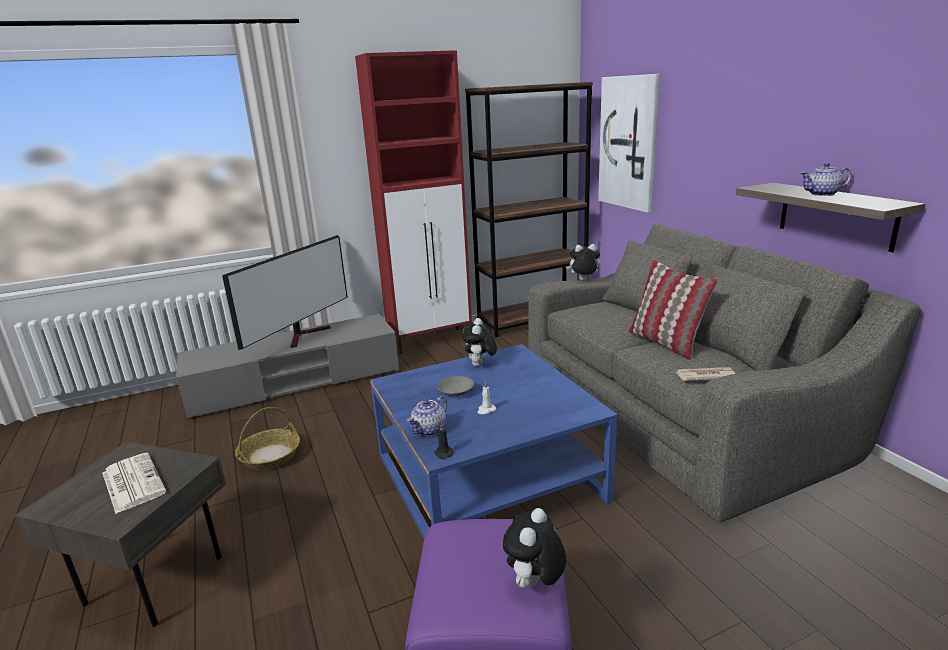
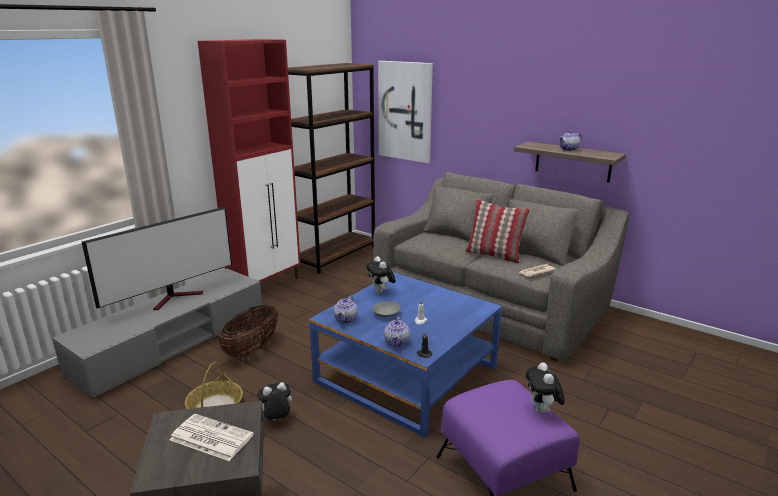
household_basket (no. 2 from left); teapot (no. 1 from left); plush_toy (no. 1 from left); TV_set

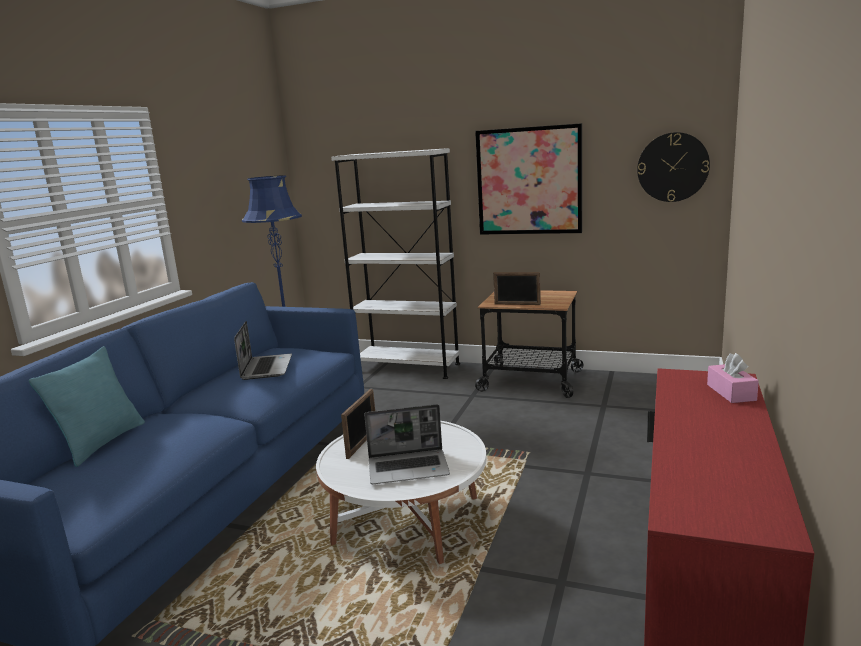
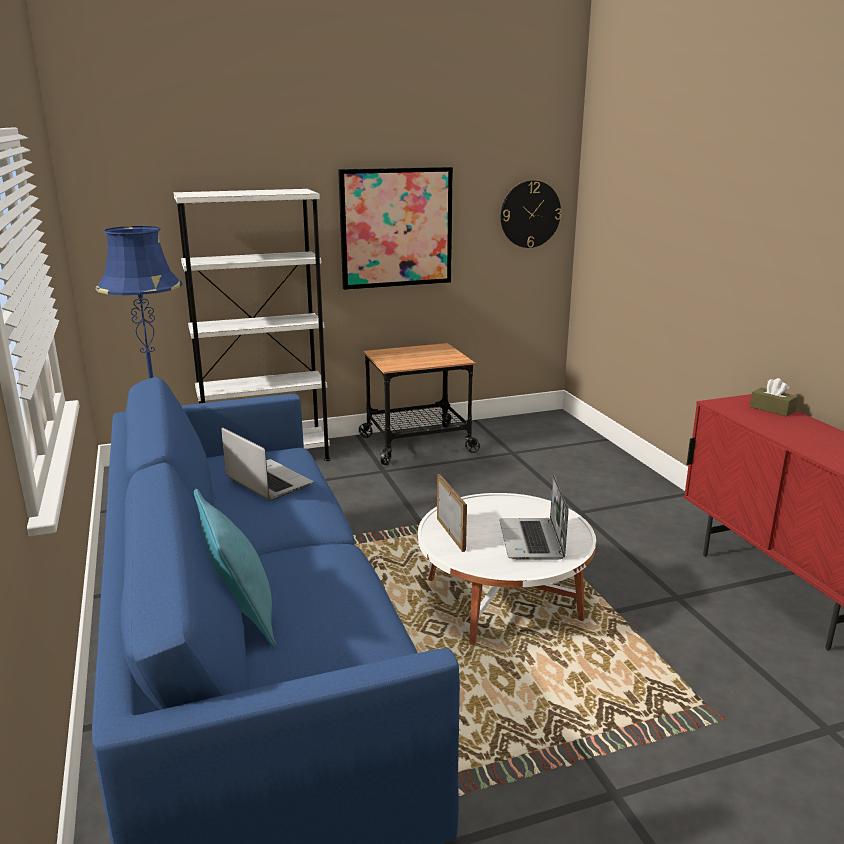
picture_frame (no. 2 from left in the first image); brownish_box_of_tissues; laptop (no. 2 from left)

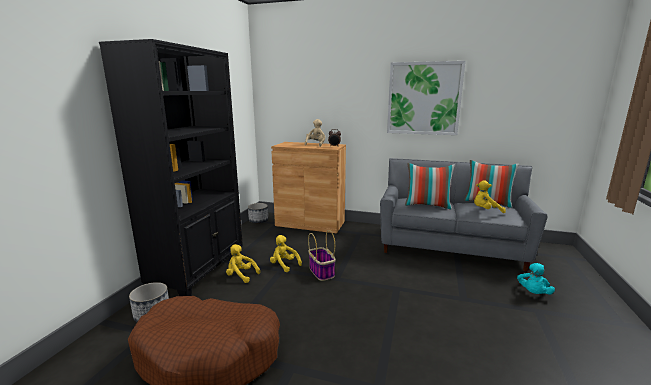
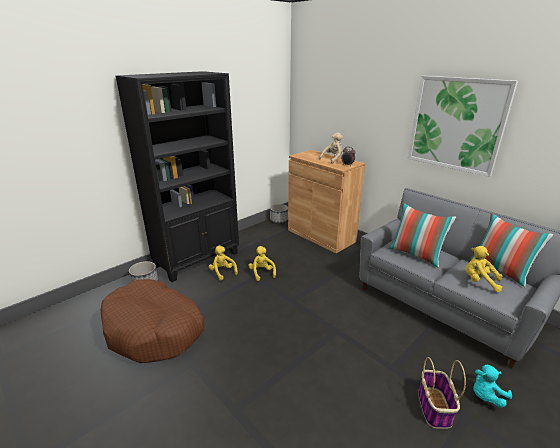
household_basket

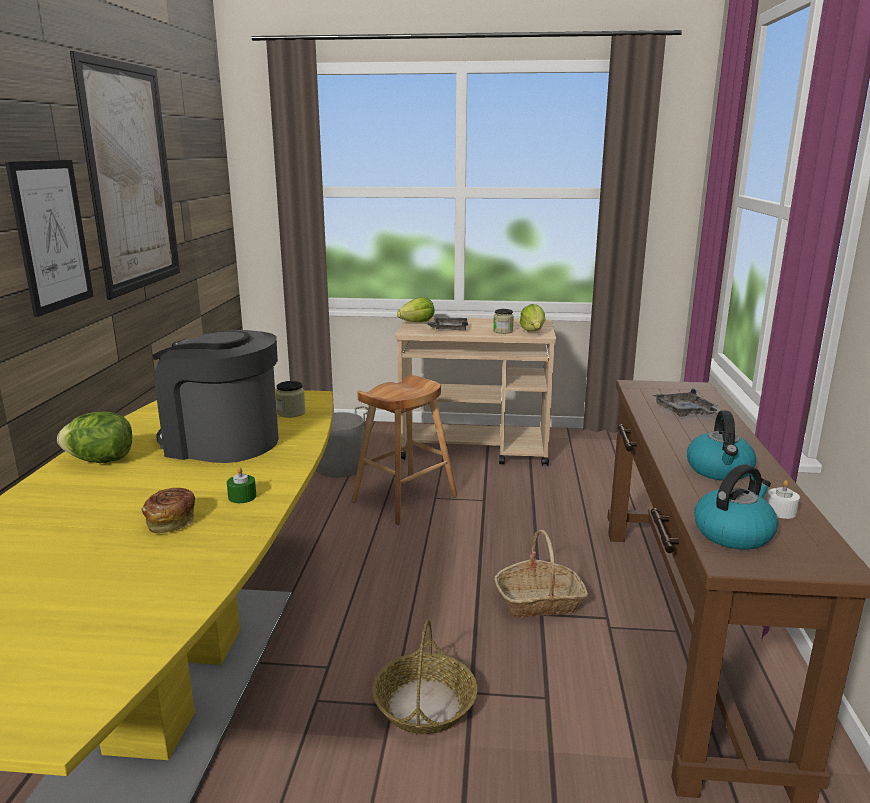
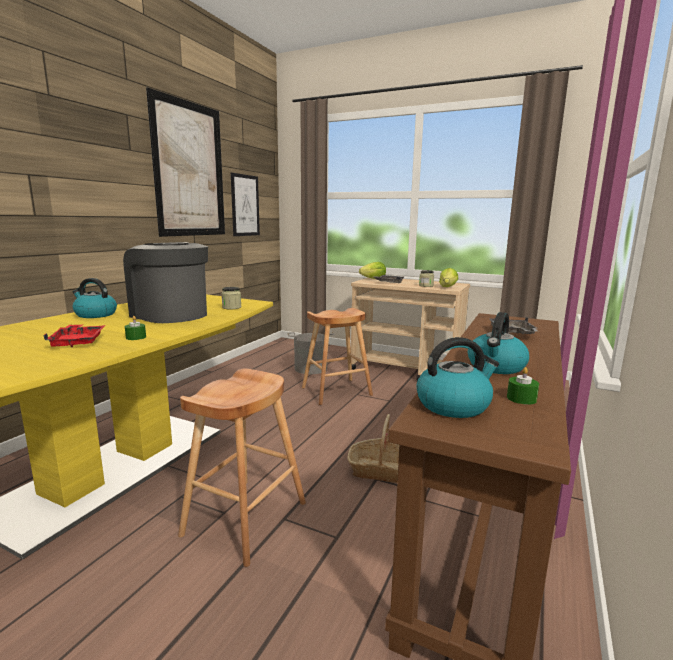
wall_art (no. 2 from left); kettle (no. 1 from left); red-coloured_serving_tray; brownish_stool_seat (no. 1 from left); green-coloured_wax_candle (no. 2 from left)

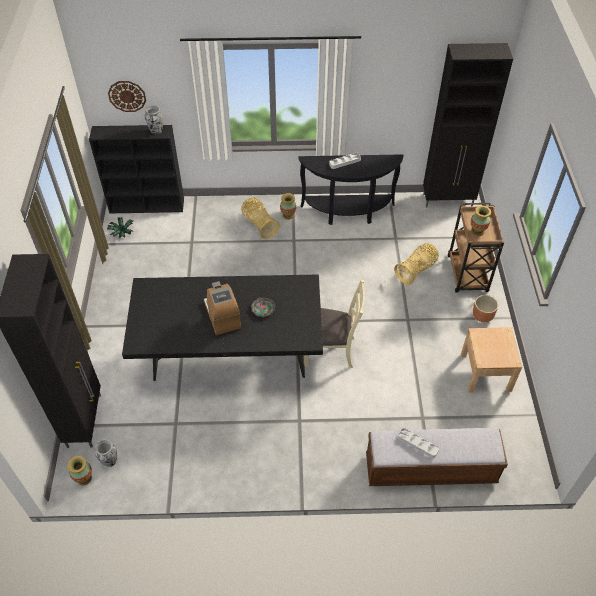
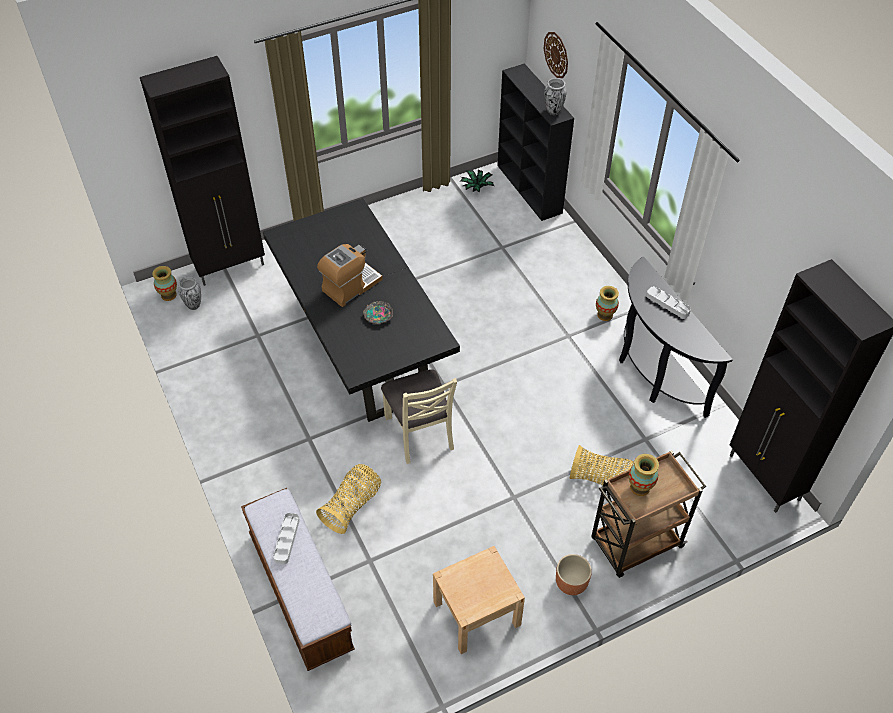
household_basket (no. 1 from left)

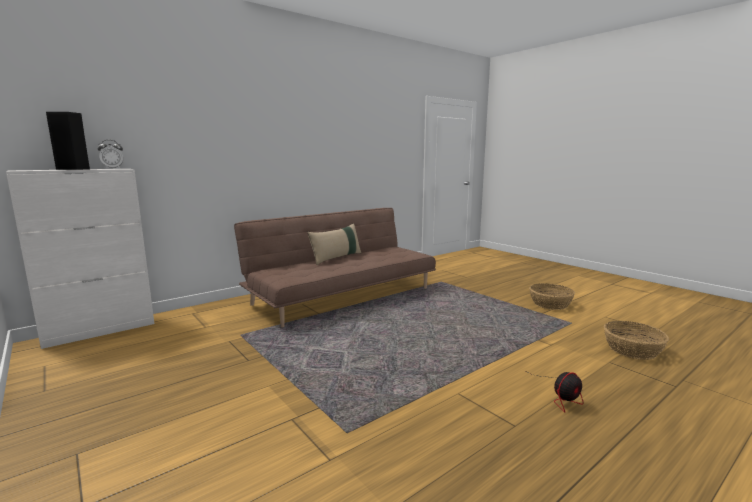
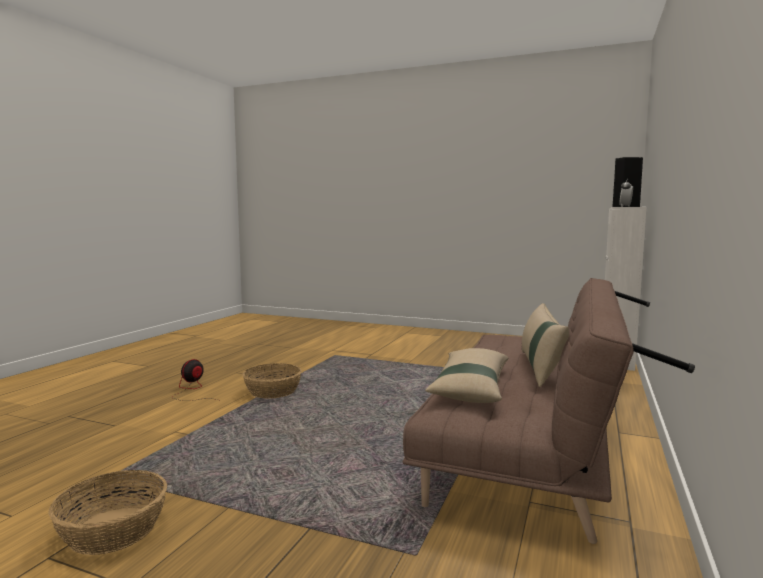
sand-coloured_pillow (no. 1 from left); household_basket (no. 2 from left)

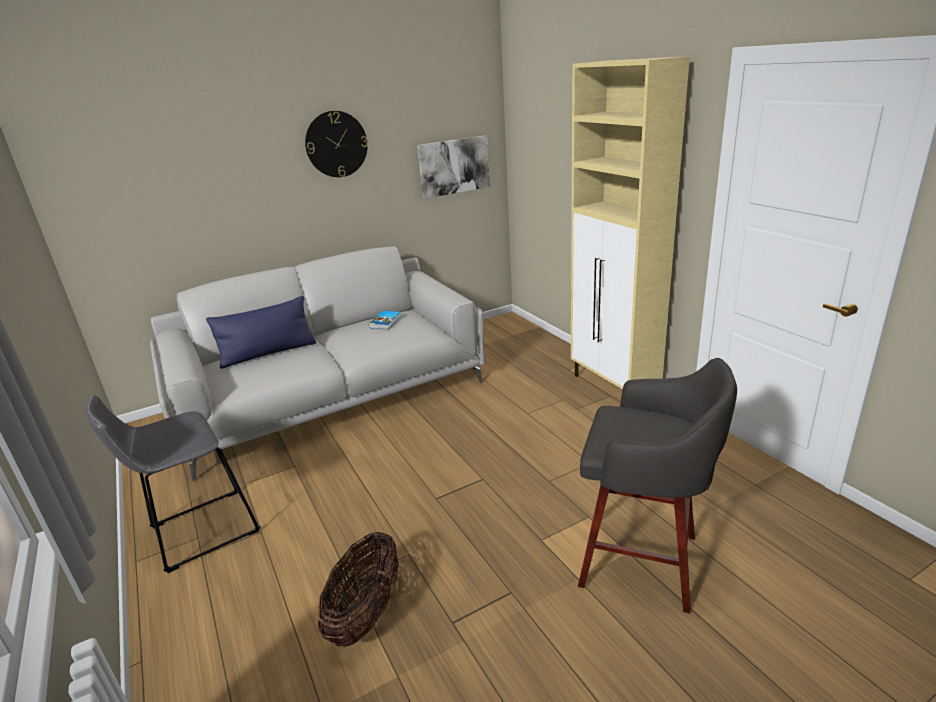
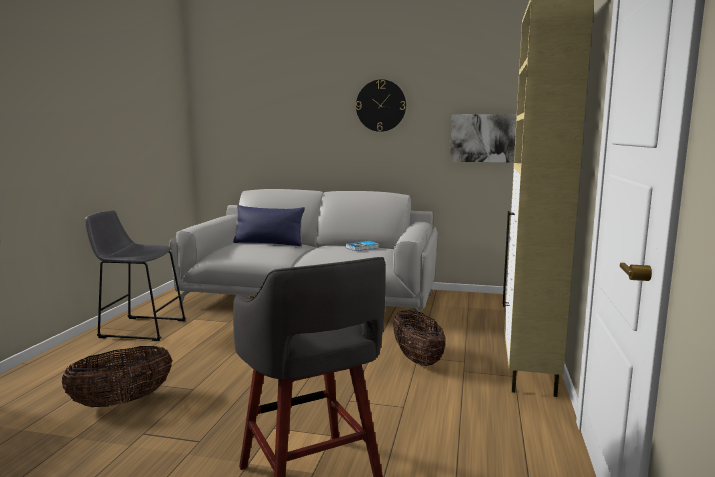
household_basket (no. 2 from left)

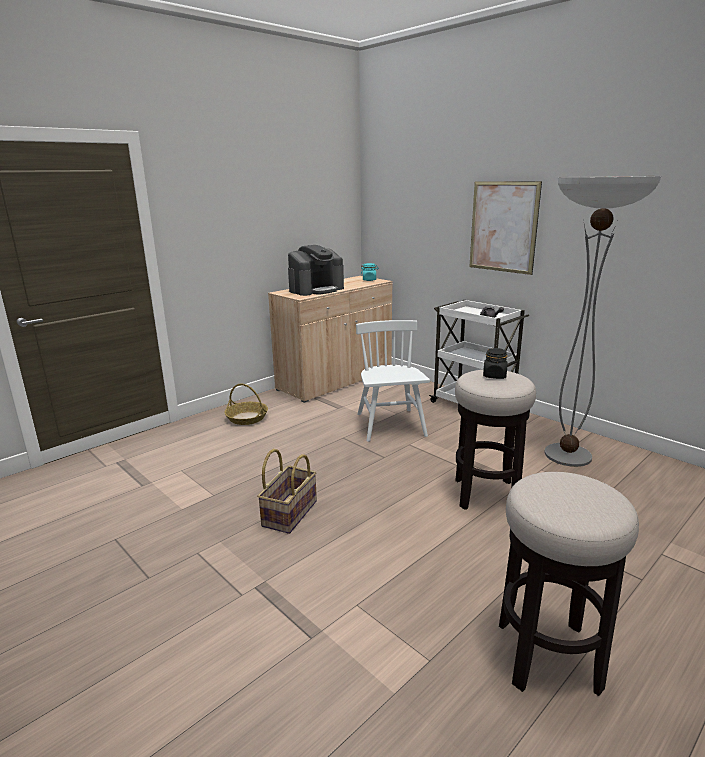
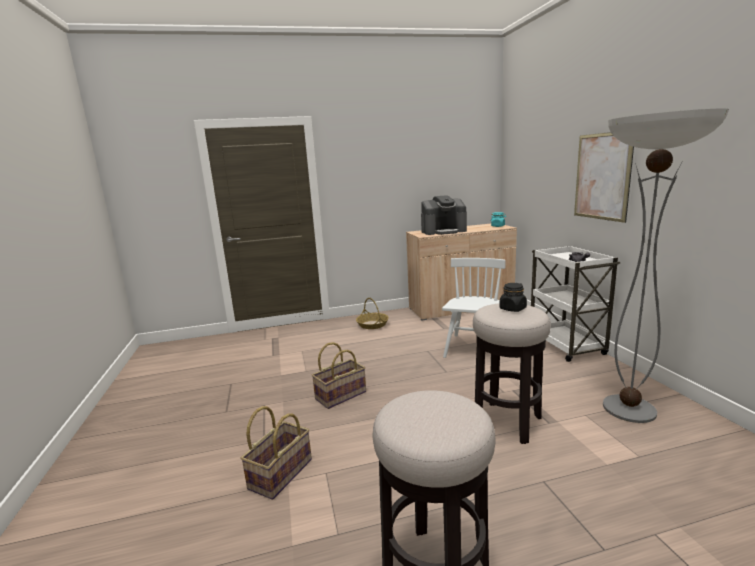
household_basket (no. 1 from left)

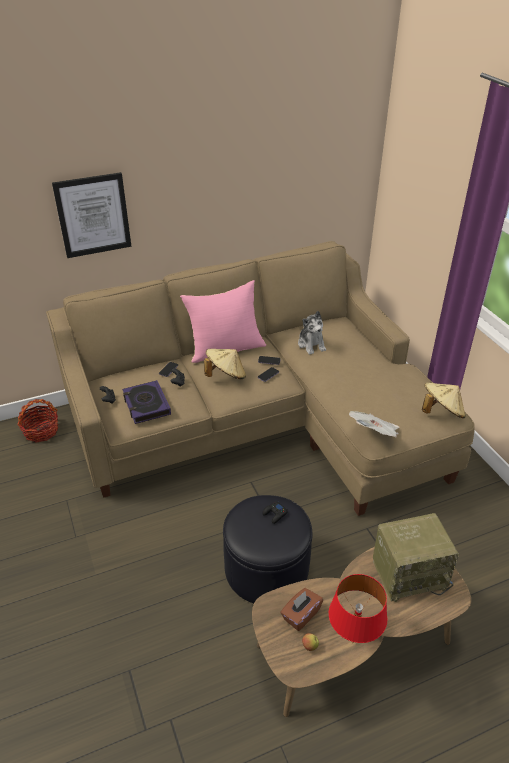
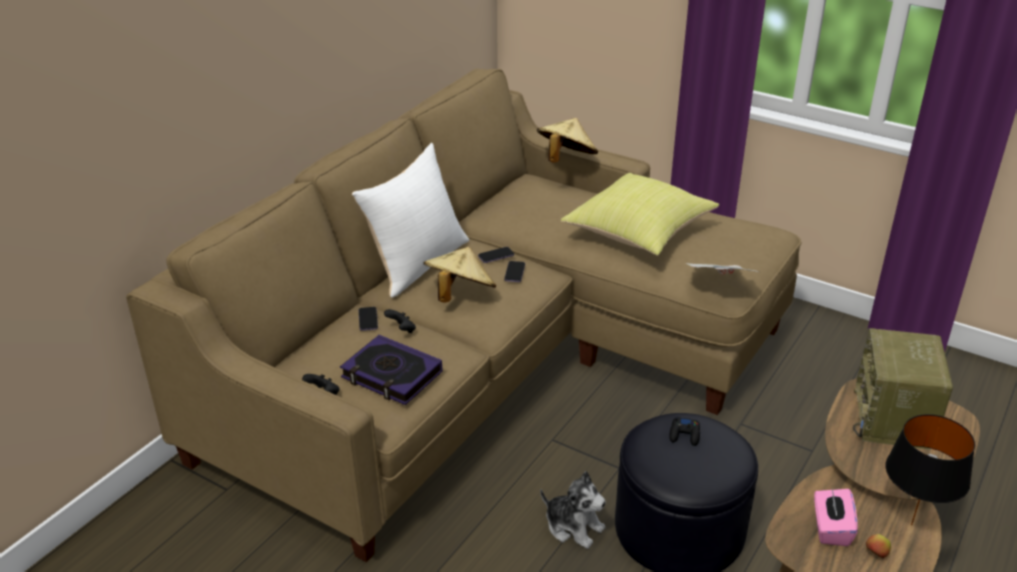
household_basket; wall_art; yellow-coloured_pillow; plush_toy; sand-coloured_hat (no. 2 from left); white_pillow; pink_box_of_tissues; blackish_lamp_for_a_table; radio_set

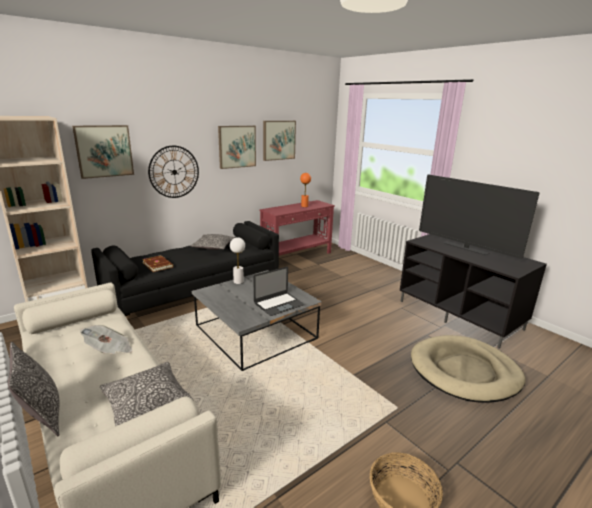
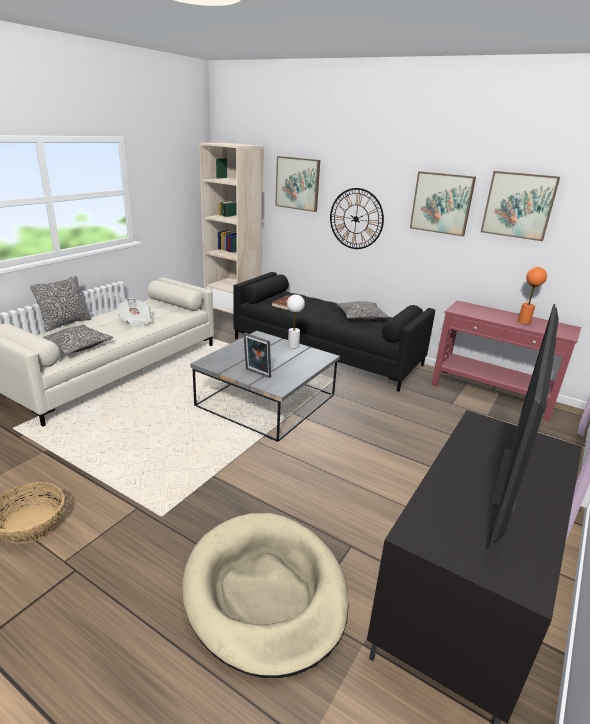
picture_frame

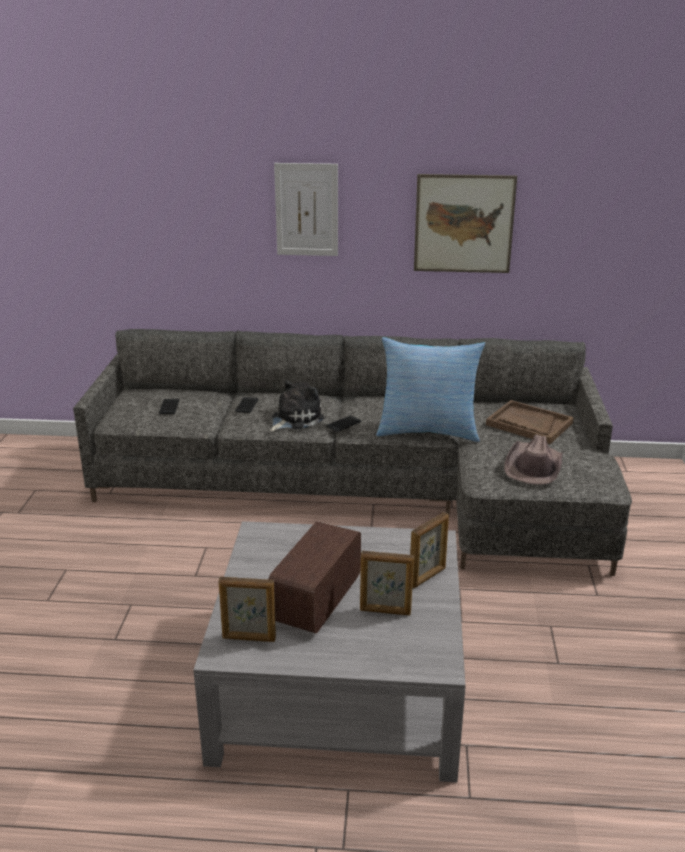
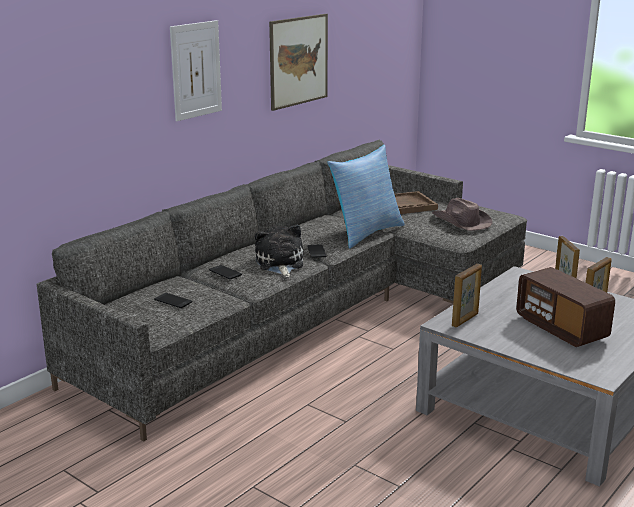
picture_frame (no. 1 from left)

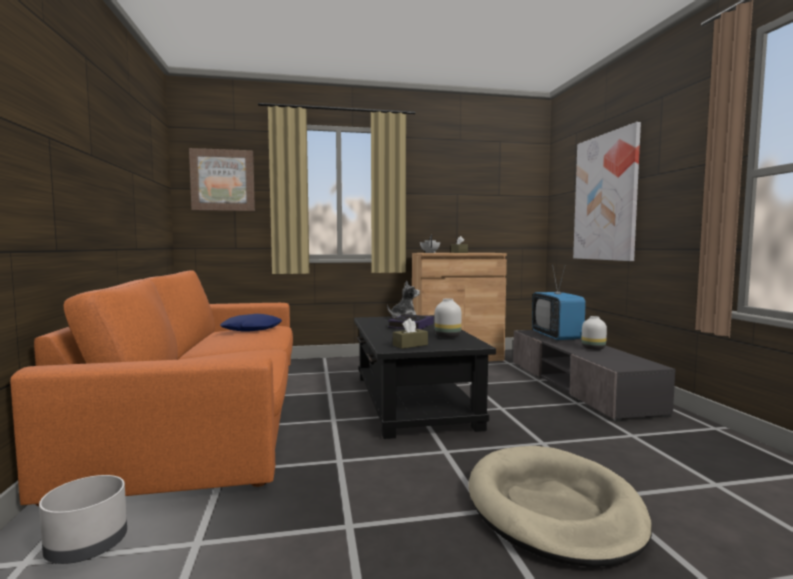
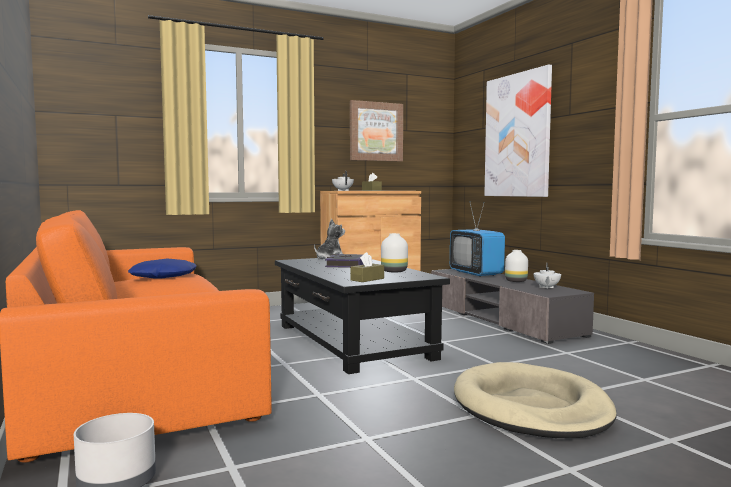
white_teapot (no. 2 from left); wall_art (no. 1 from left)

